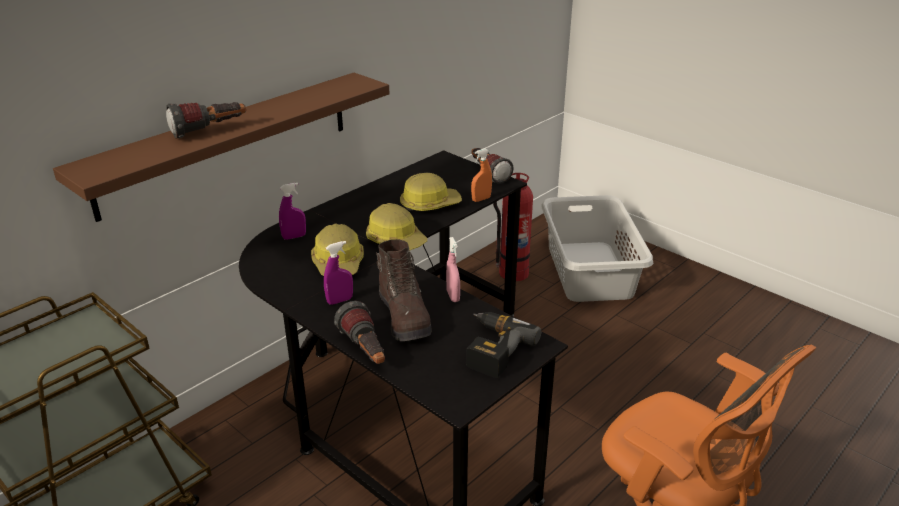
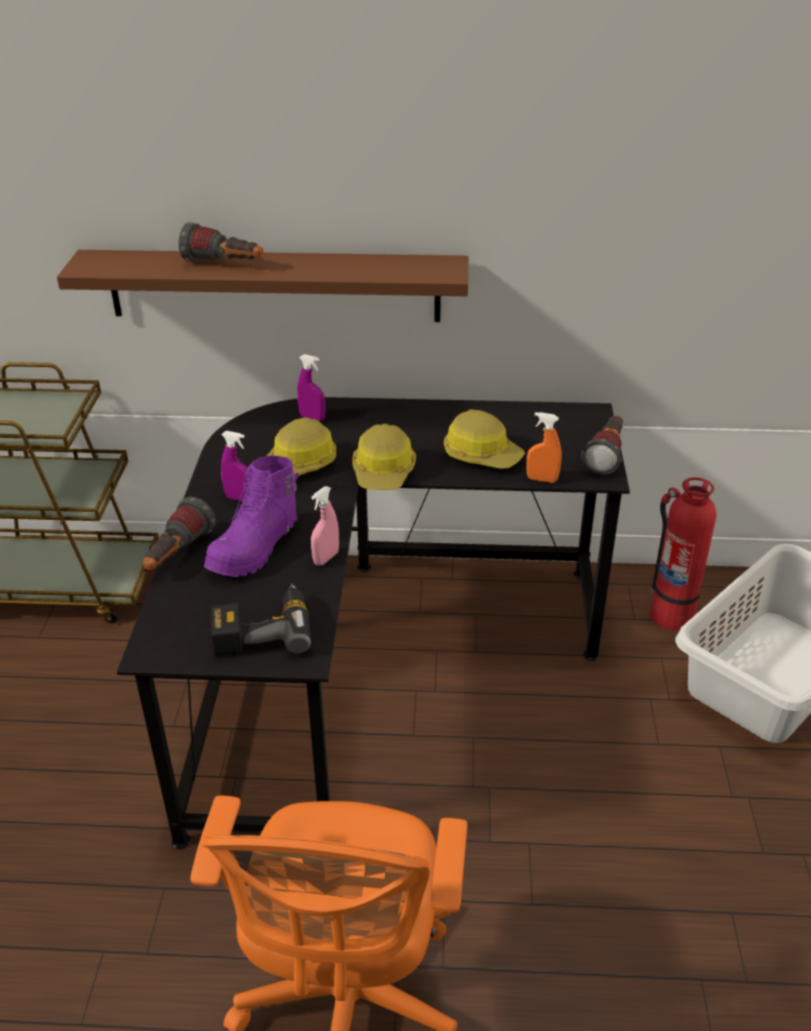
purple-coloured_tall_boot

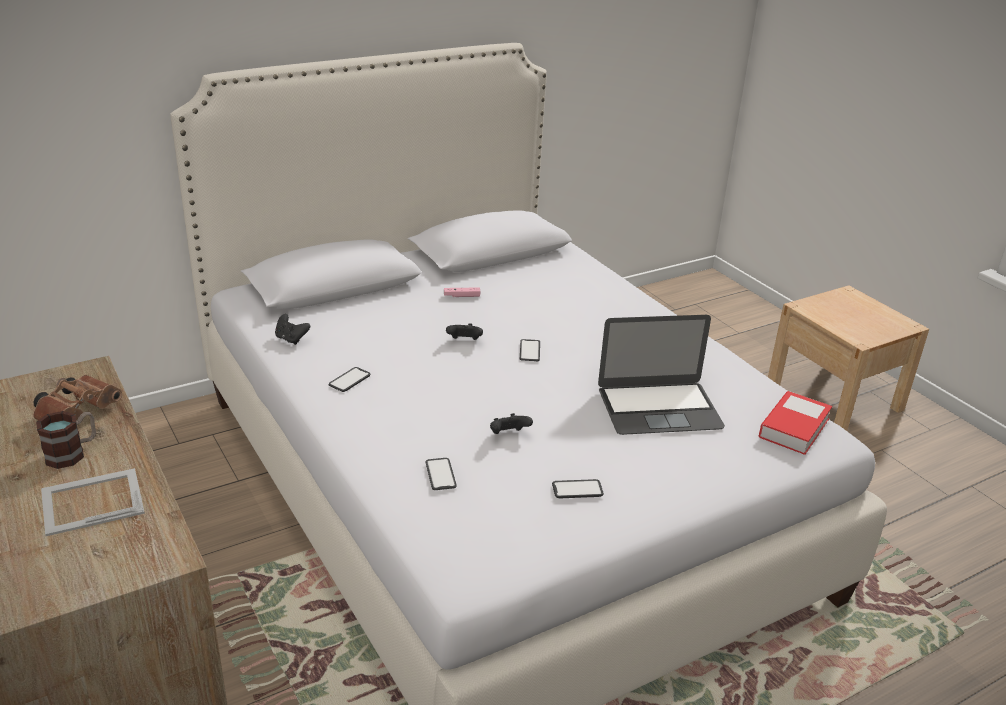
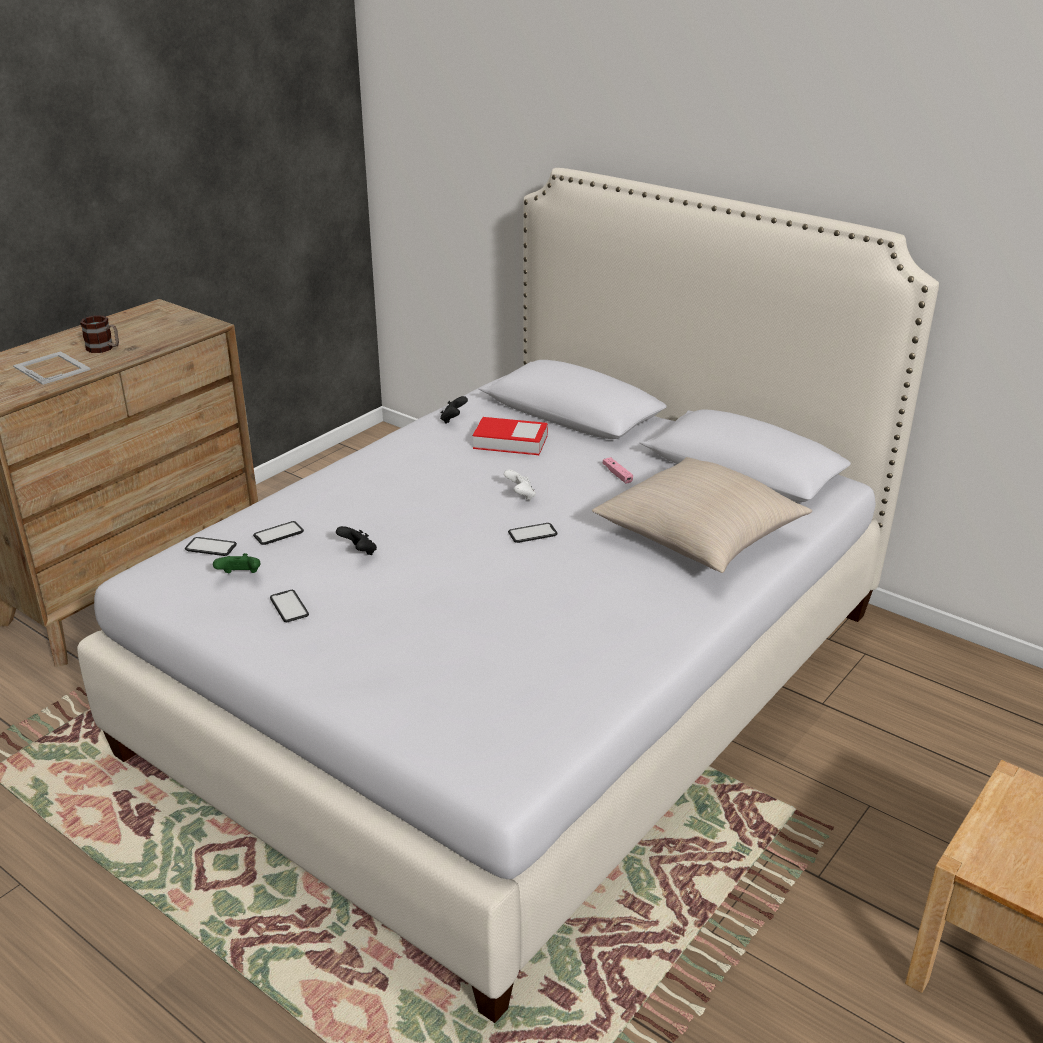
brownish_pair_of_binoculars; laptop; green-coloured_gamepad; sand-coloured_pillow; phone (no. 1 from left); volume; white_gamepad

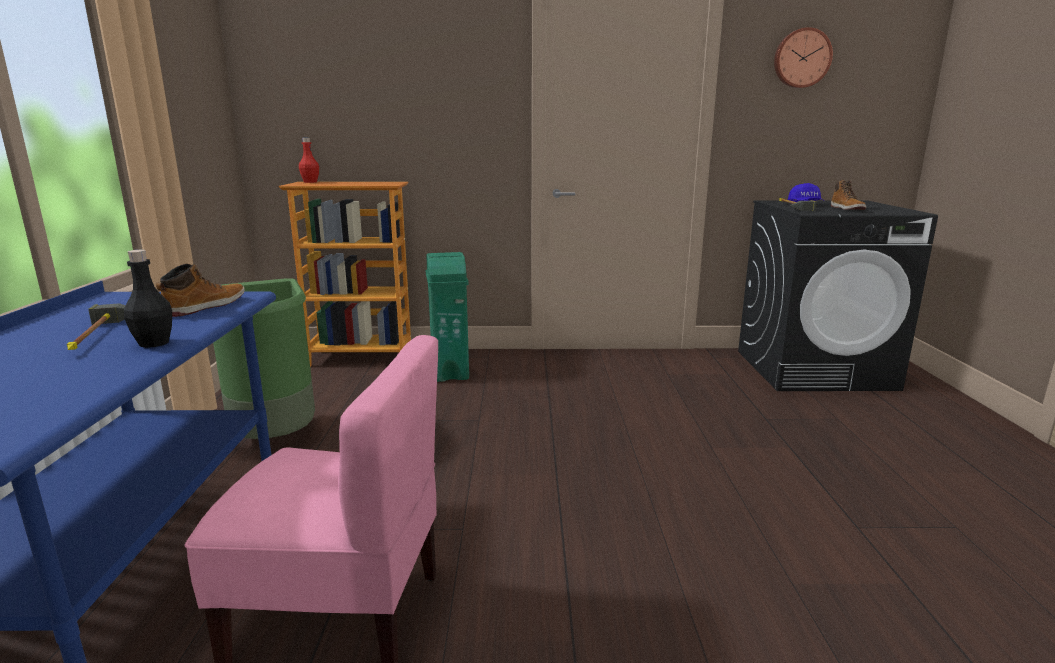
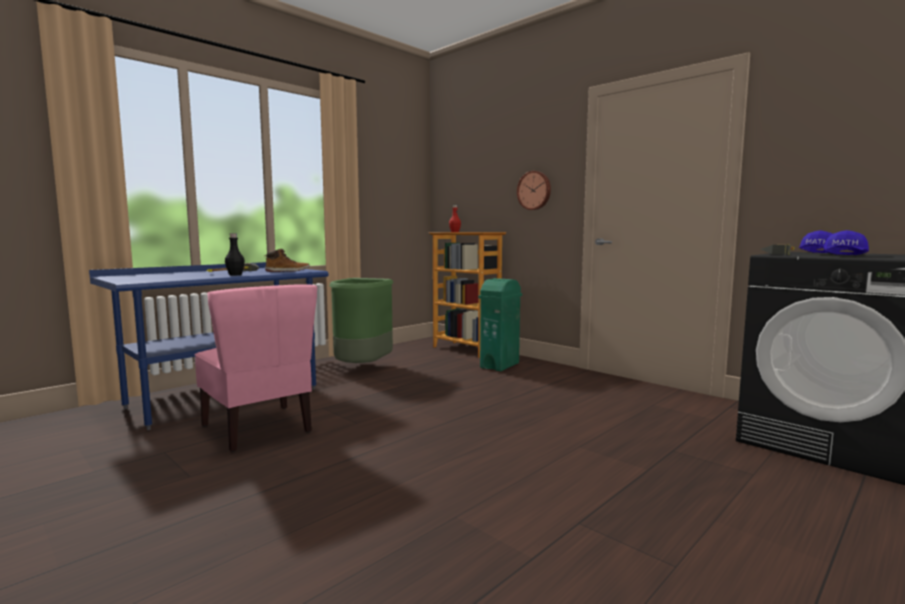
clock_on_the_wall; blue-coloured_cap (no. 2 from left)

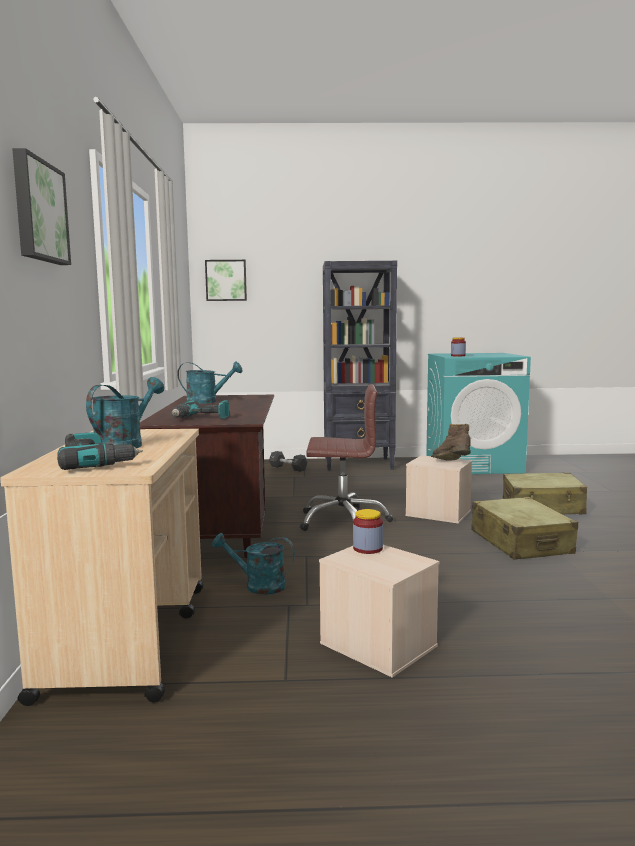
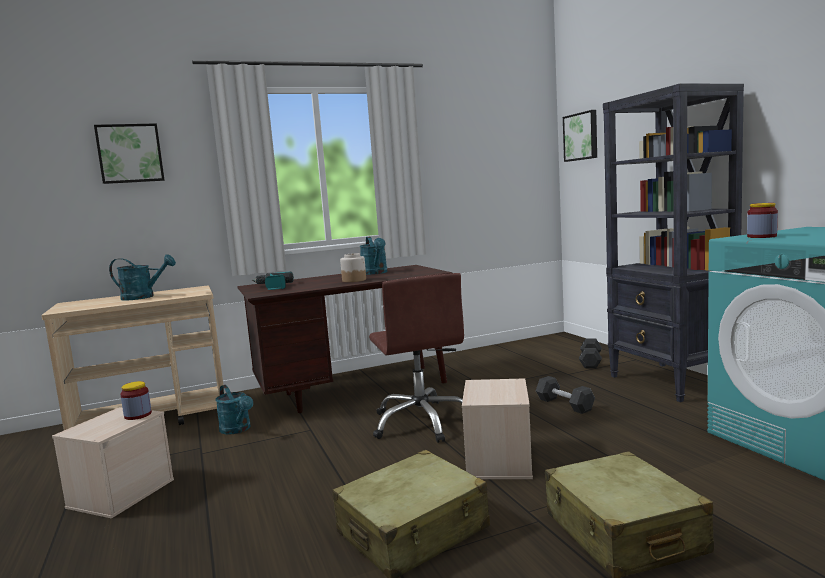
drill (no. 1 from left in the first image); brownish_tall_boot; jar (no. 2 from left); blackish_dumbbell (no. 1 from left); turquoise_watering_pot (no. 2 from left)

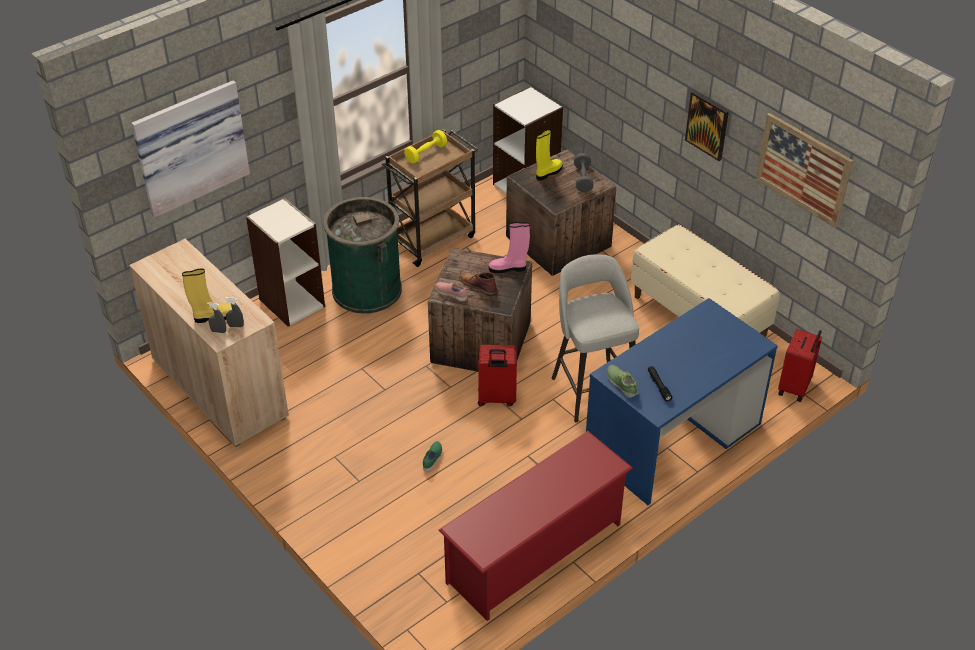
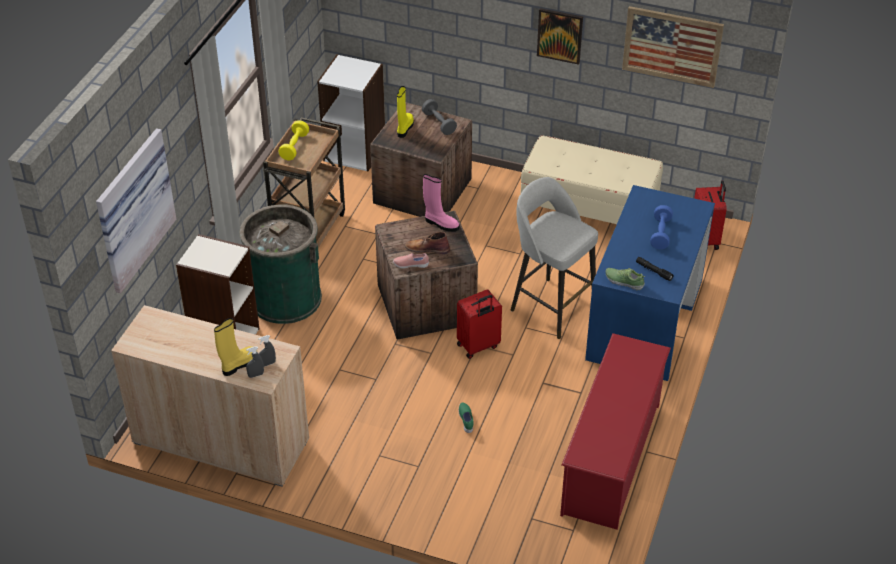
blue-coloured_dumbbell; pink_tall_boot

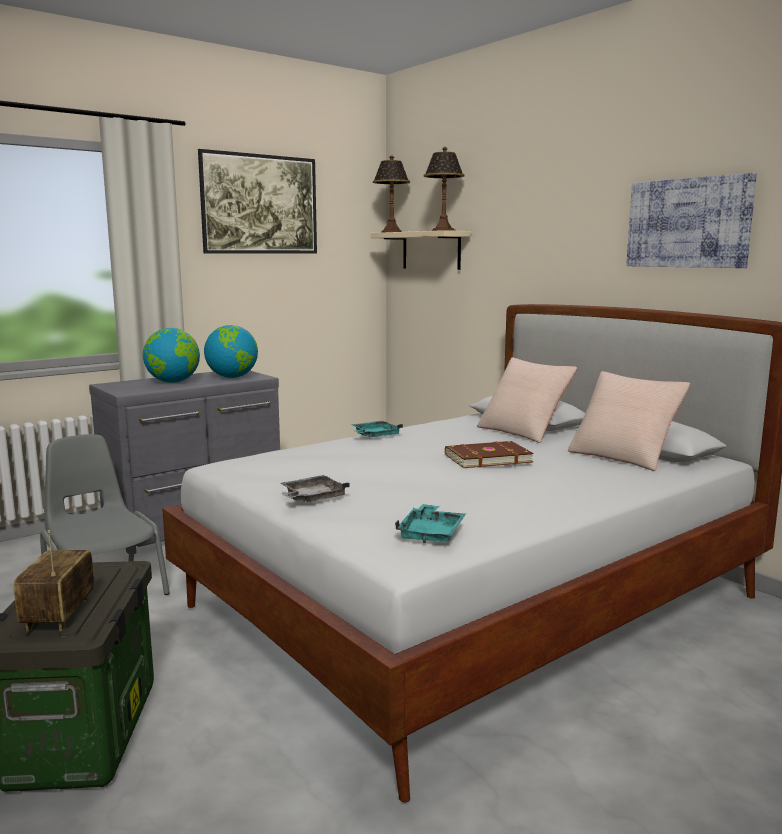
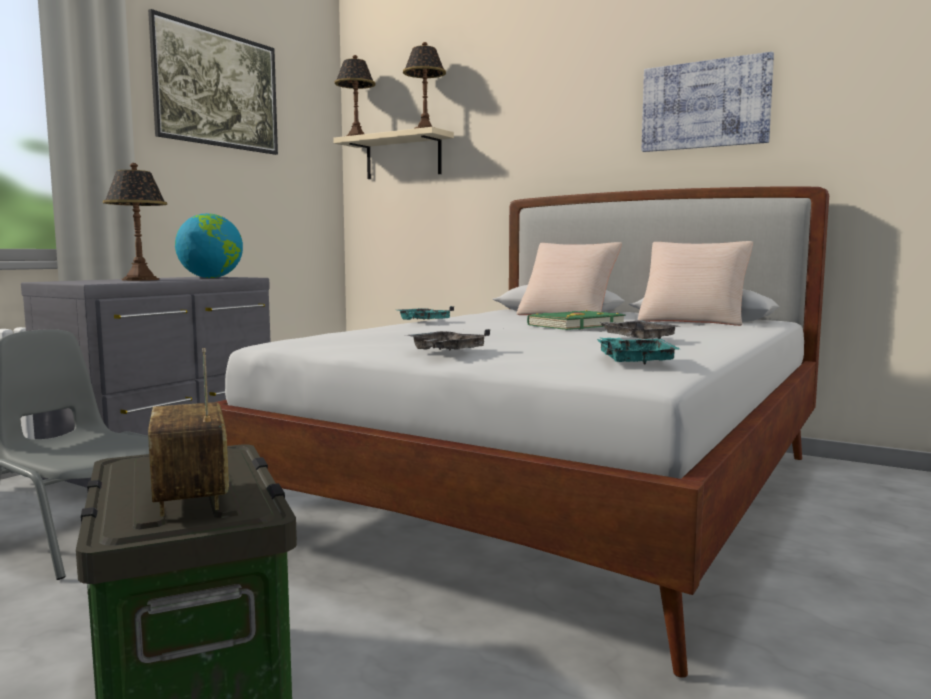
grey_serving_tray (no. 2 from left); lamp_for_a_table (no. 1 from left); green-coloured_volume

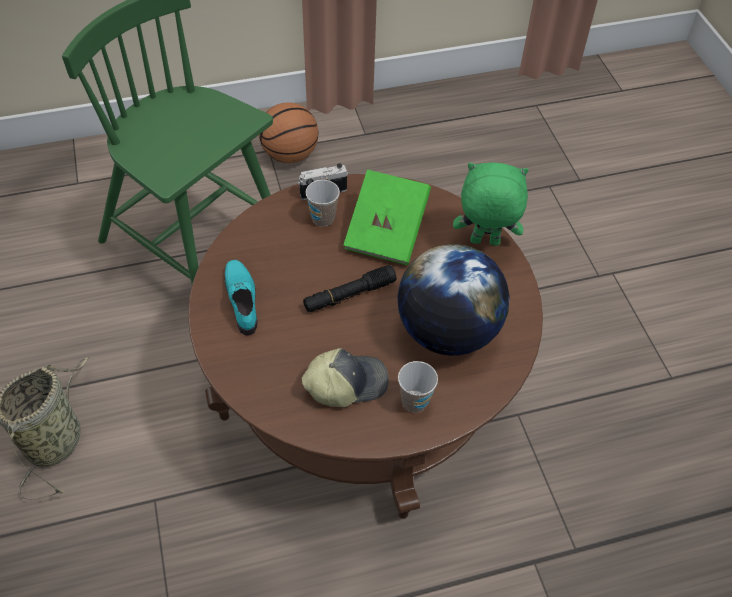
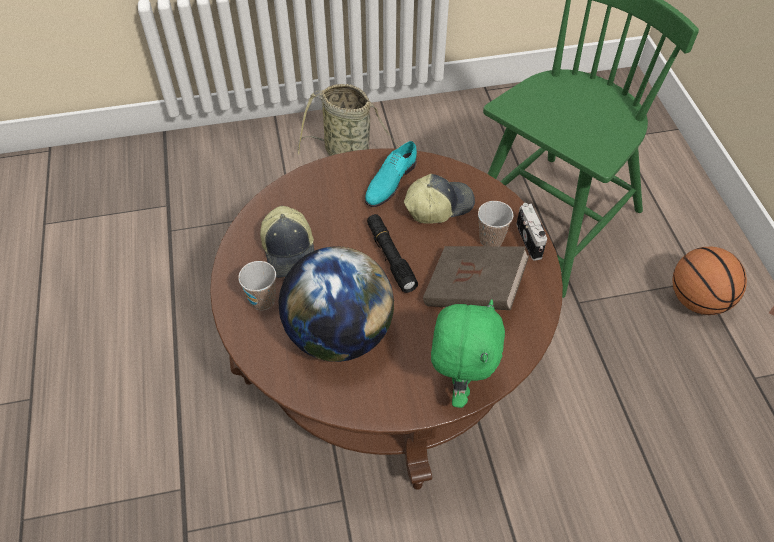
cap (no. 2 from left); brownish_volume; turquoise_shoe

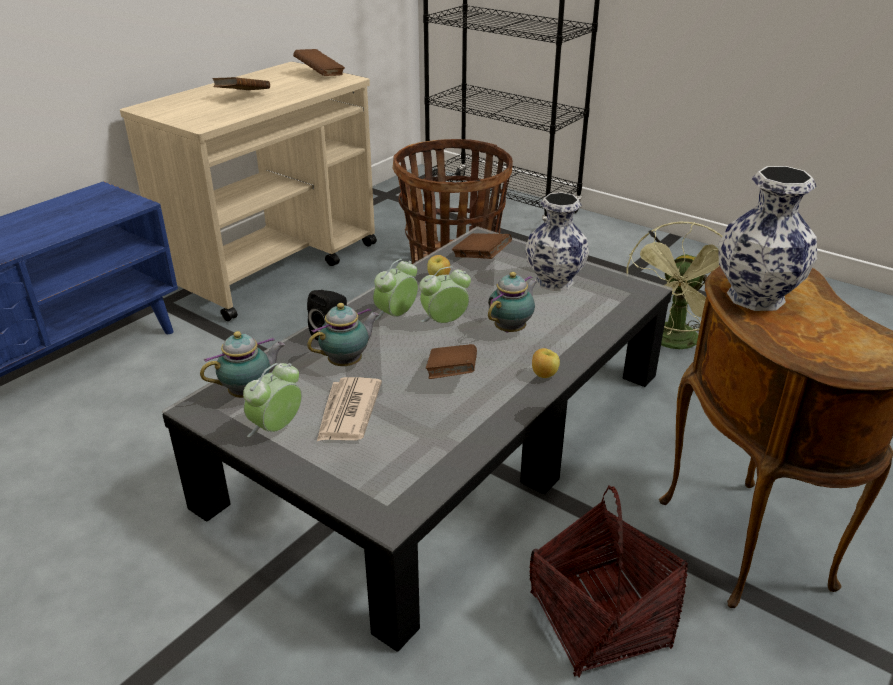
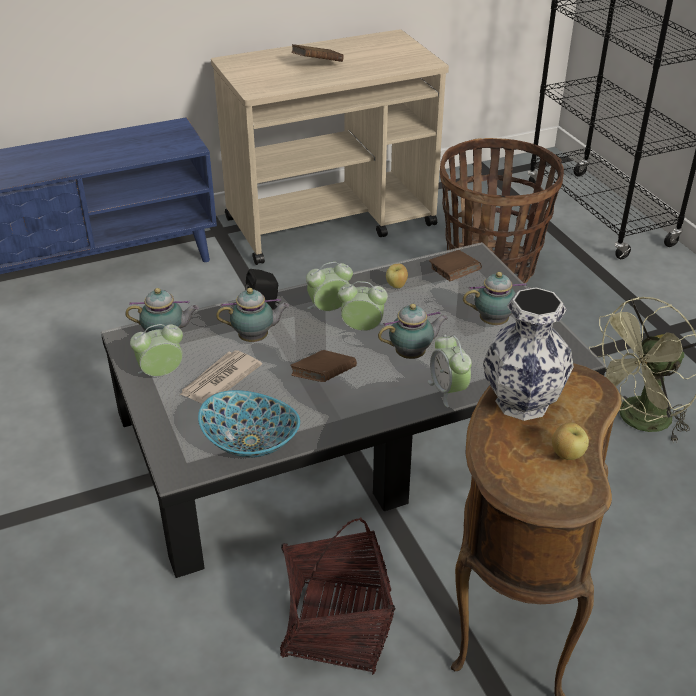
brownish_volume (no. 2 from left in the first image); bowl; bedside_clock (no. 4 from left); apple (no. 2 from left); teapot (no. 4 from left)

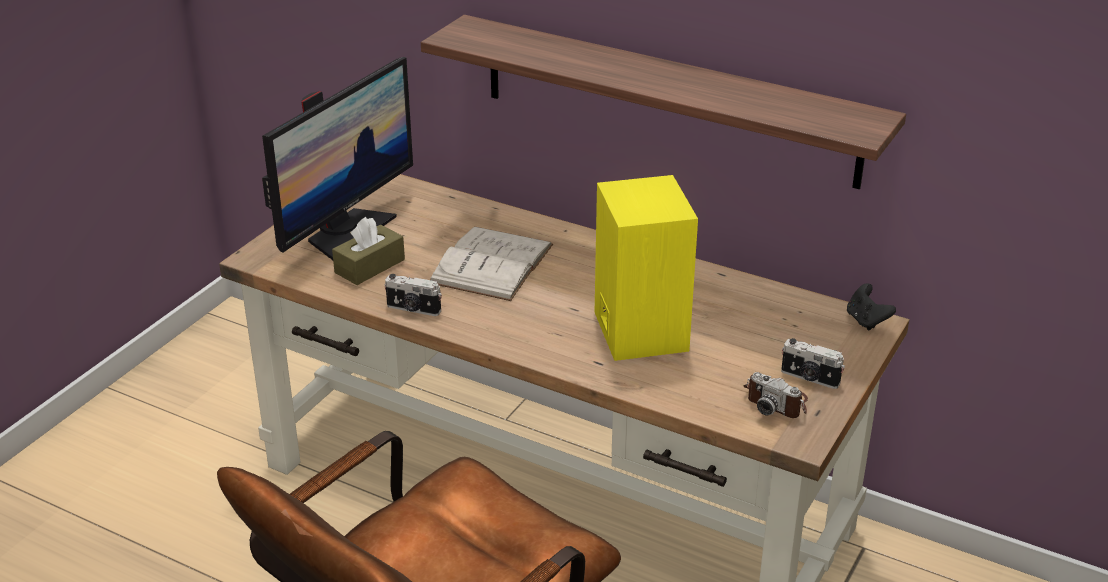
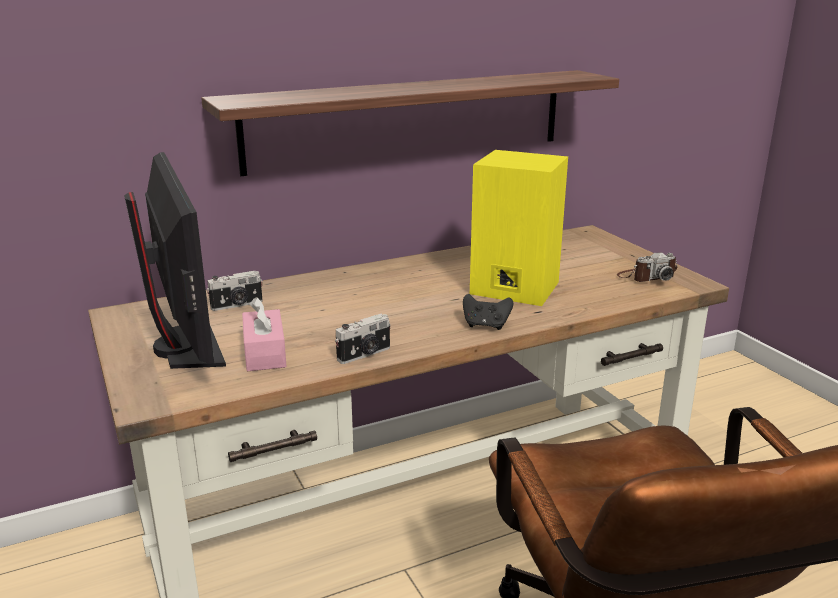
white_volume; still_camera (no. 1 from left); blackish_gamepad; pink_box_of_tissues

